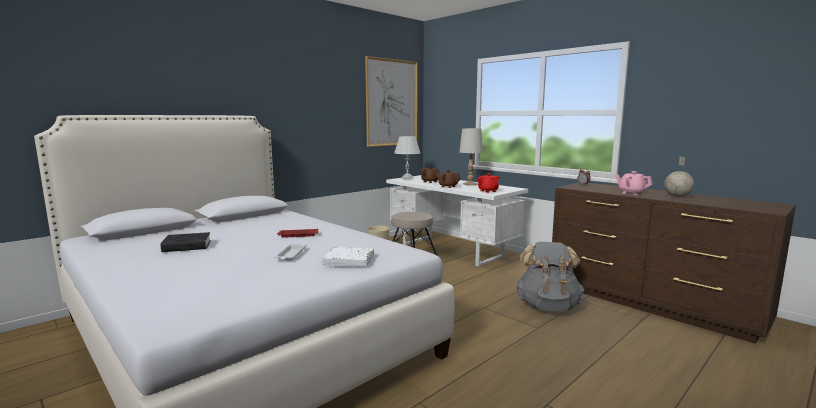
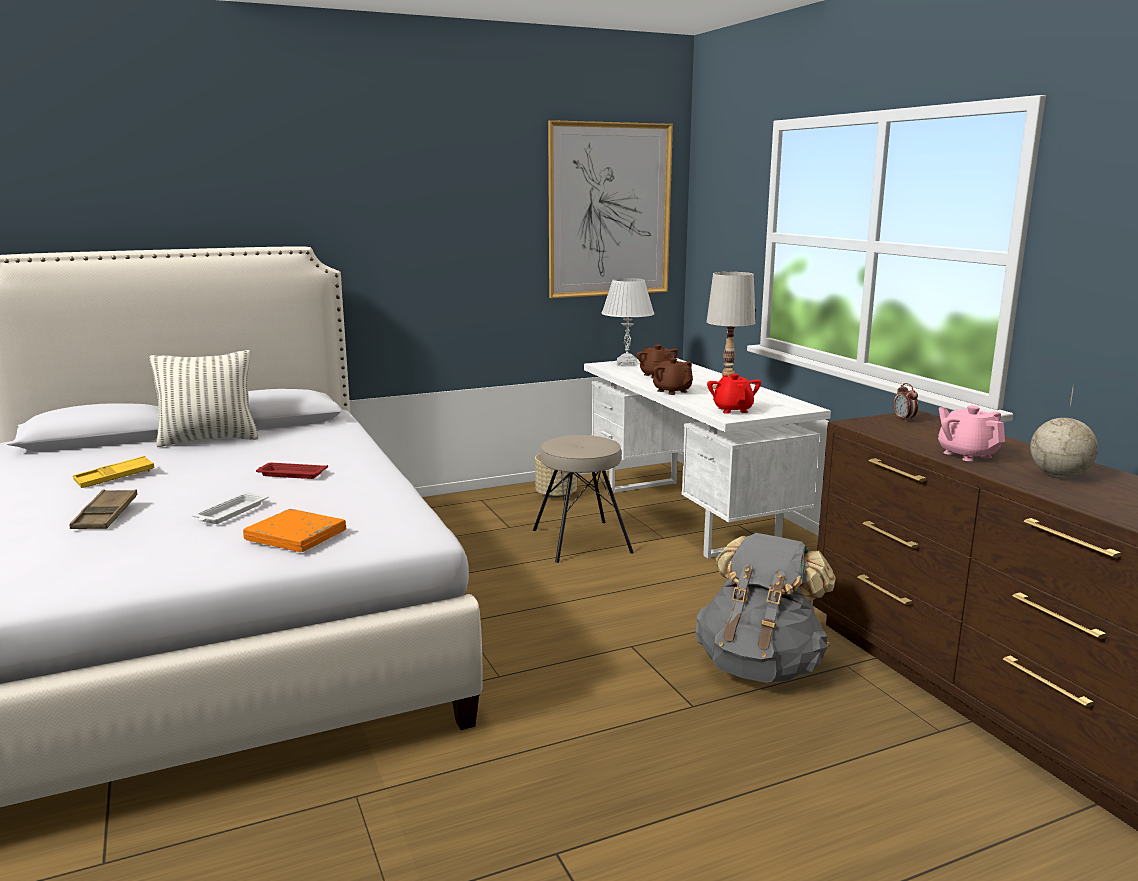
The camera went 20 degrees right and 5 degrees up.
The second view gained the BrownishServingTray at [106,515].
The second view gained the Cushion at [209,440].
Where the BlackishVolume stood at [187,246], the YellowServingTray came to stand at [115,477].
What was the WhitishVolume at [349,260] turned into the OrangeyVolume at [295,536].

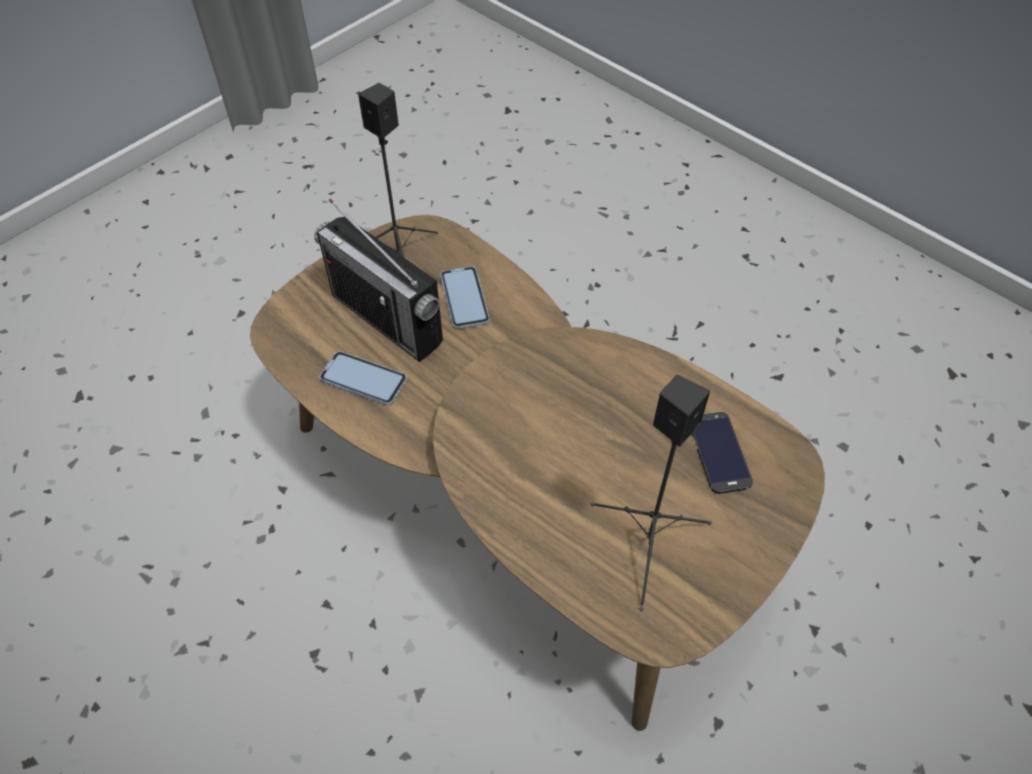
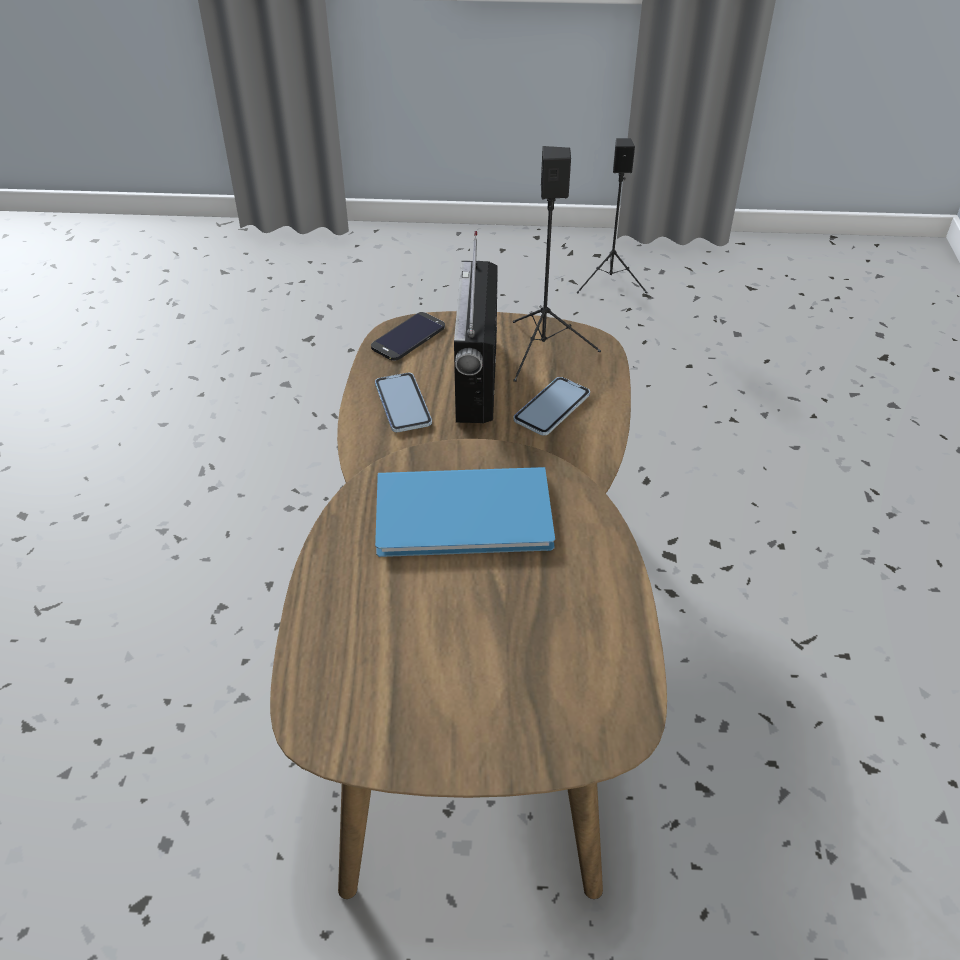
The camera went 50 degrees right and 10 degrees down.
The second view gained the BluishVolume at [468,517].
The BlackishLoudspeaker ended up elsewhere, having gone from [648,543] to [611,281].
The Phone ended up elsewhere, having gone from [719,452] to [408,337].

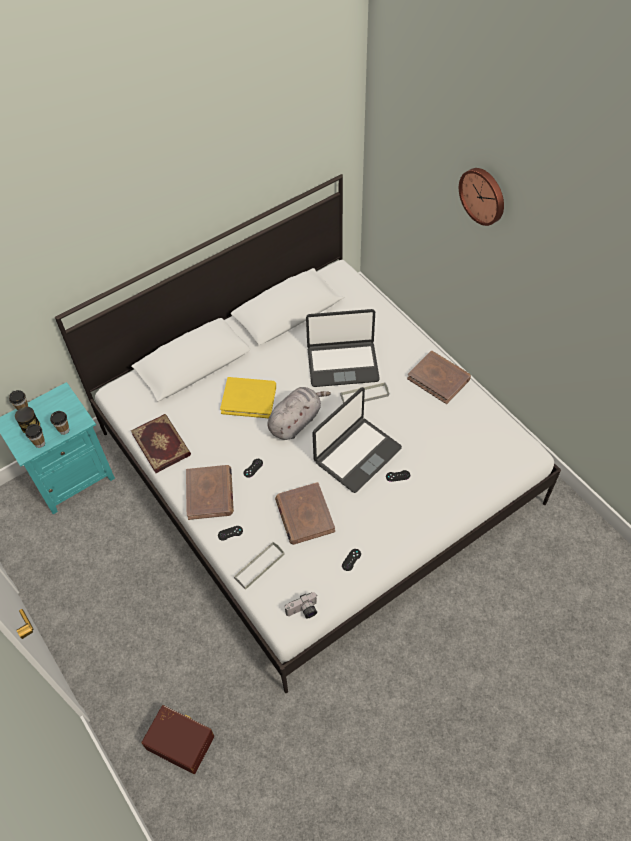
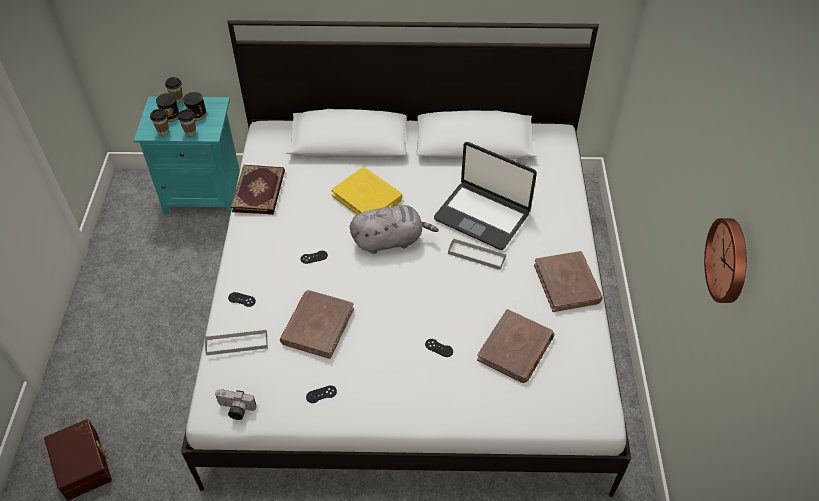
The camera went 35 degrees right and 5 degrees down.
The second view lost the Laptop at [356,454].
The second view gained the Can at [197,114].
The BrownishVolume ended up elsewhere, having gone from [210,494] to [515,348].
The HangingClock ended up elsewhere, having gone from [483,195] to [729,260].

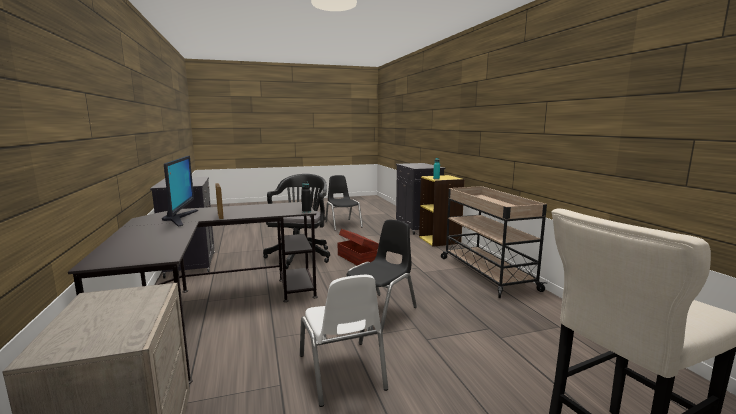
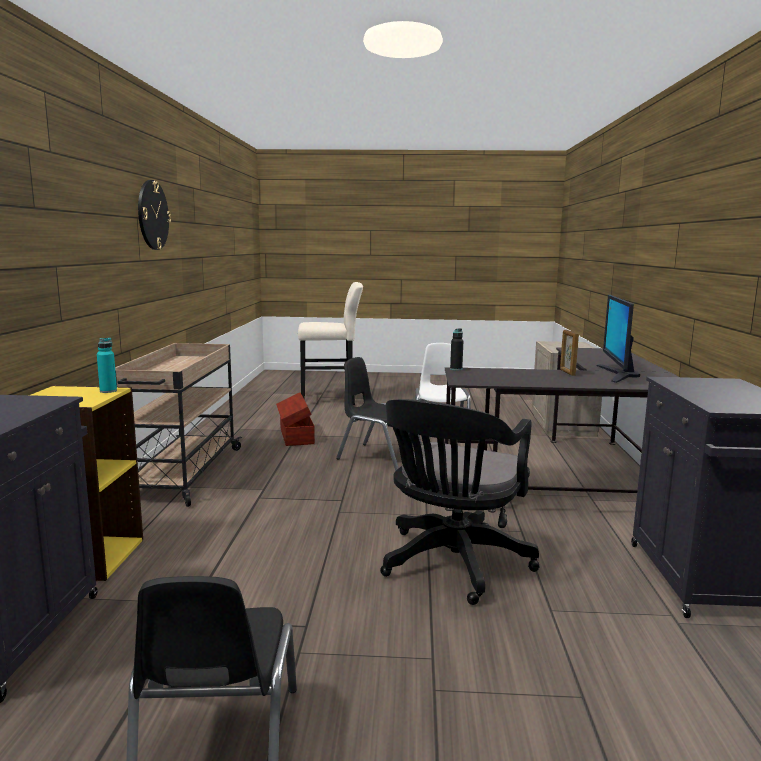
The camera went 160 degrees left and 0 degrees up.
The second view gained the HangingClock at [152,215].
The BrownishStorageBox ended up elsewhere, having gone from [357,258] to [295,436].
The BlackishPlainChair at [379,312] ended up facing another way, 60 degrees clockwise from before.

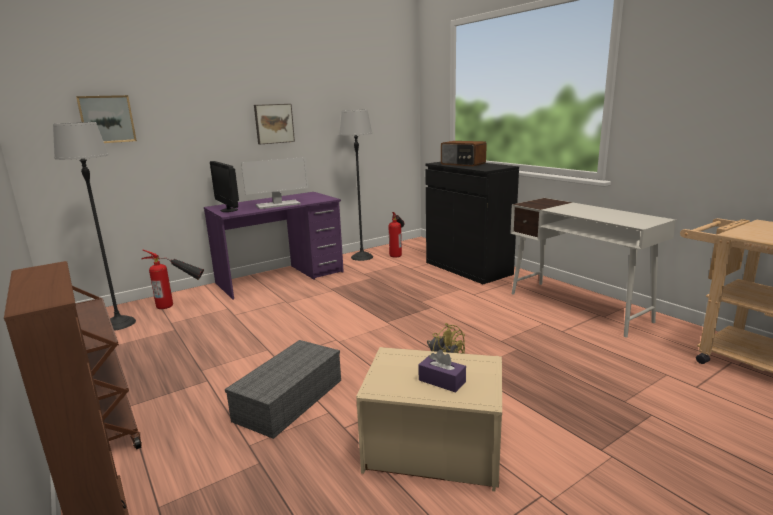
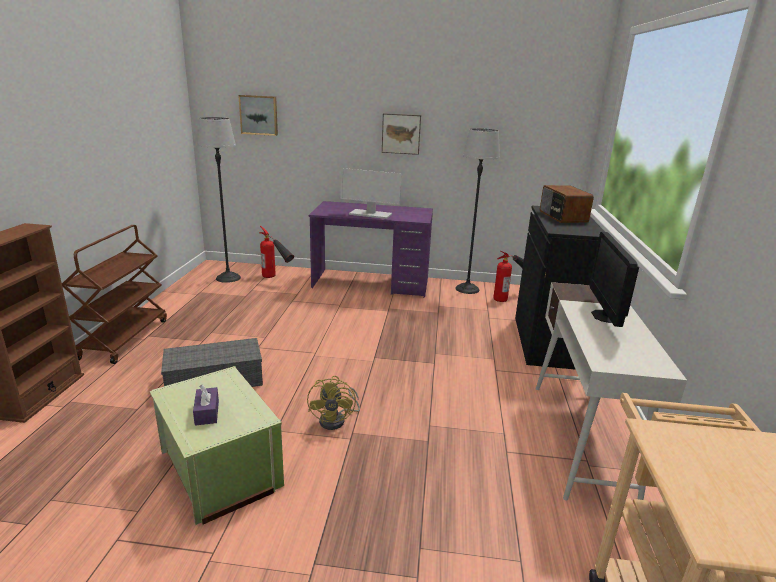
The camera went 40 degrees right and 5 degrees up.
The Monitor ended up elsewhere, having gone from [229,210] to [605,316].
What was the BeigeColouredStorageBox at [433,450] turned into the GreenColouredStorageBox at [219,470].

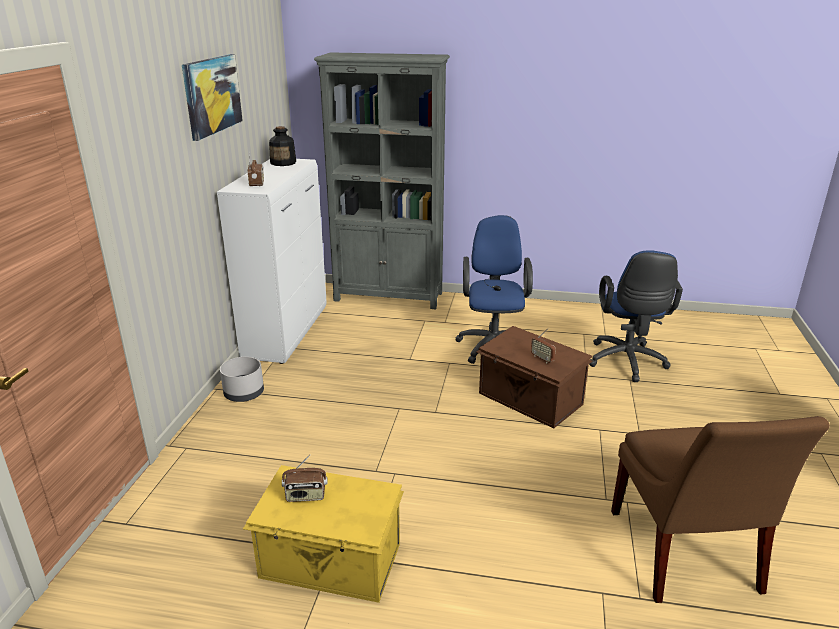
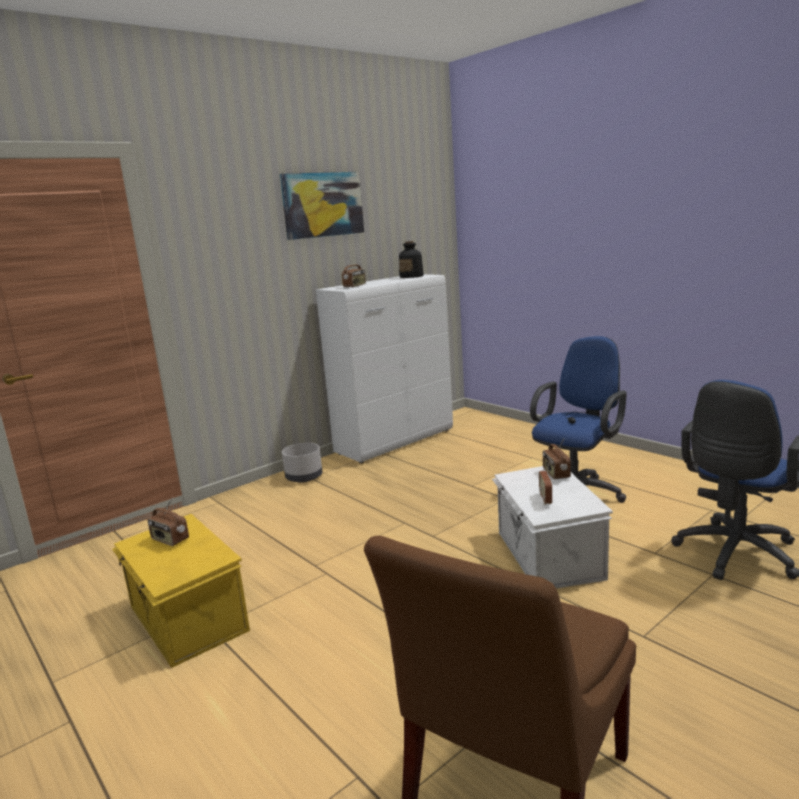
The camera went 40 degrees right and 10 degrees down.
The second view lost the GrayBookcase at [389,296].
The second view gained the RadioReceiver at [555,474].
What was the BrownishStorageBox at [530,399] turned into the WhitishStorageBox at [547,555].

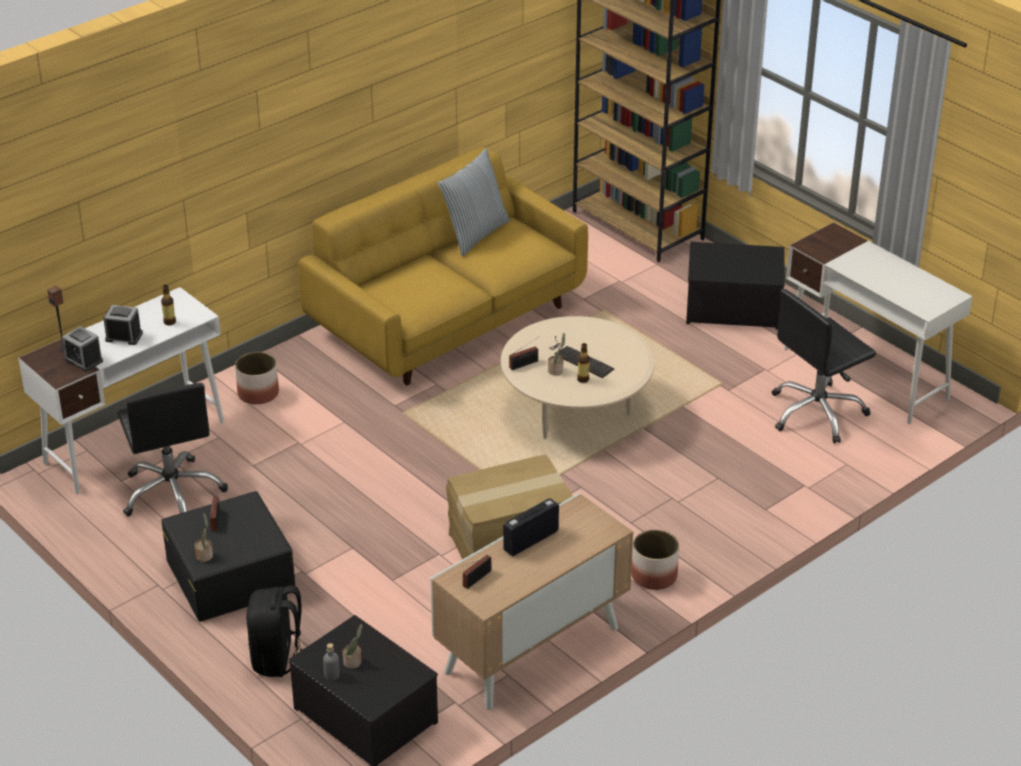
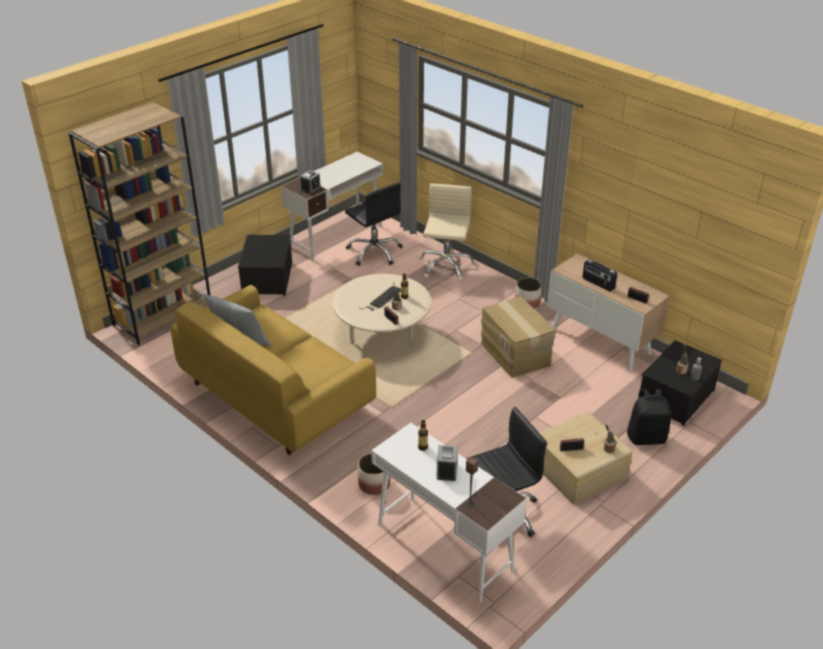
The camera went 95 degrees left and 0 degrees up.
The second view gained the BeigeColouredComputerChair at [445,266].
The TableClock ended up elsewhere, having gone from [83,360] to [310,189].
What was the BlackishStorageBox at [230,574] turned into the BeigeColouredStorageBox at [578,470].

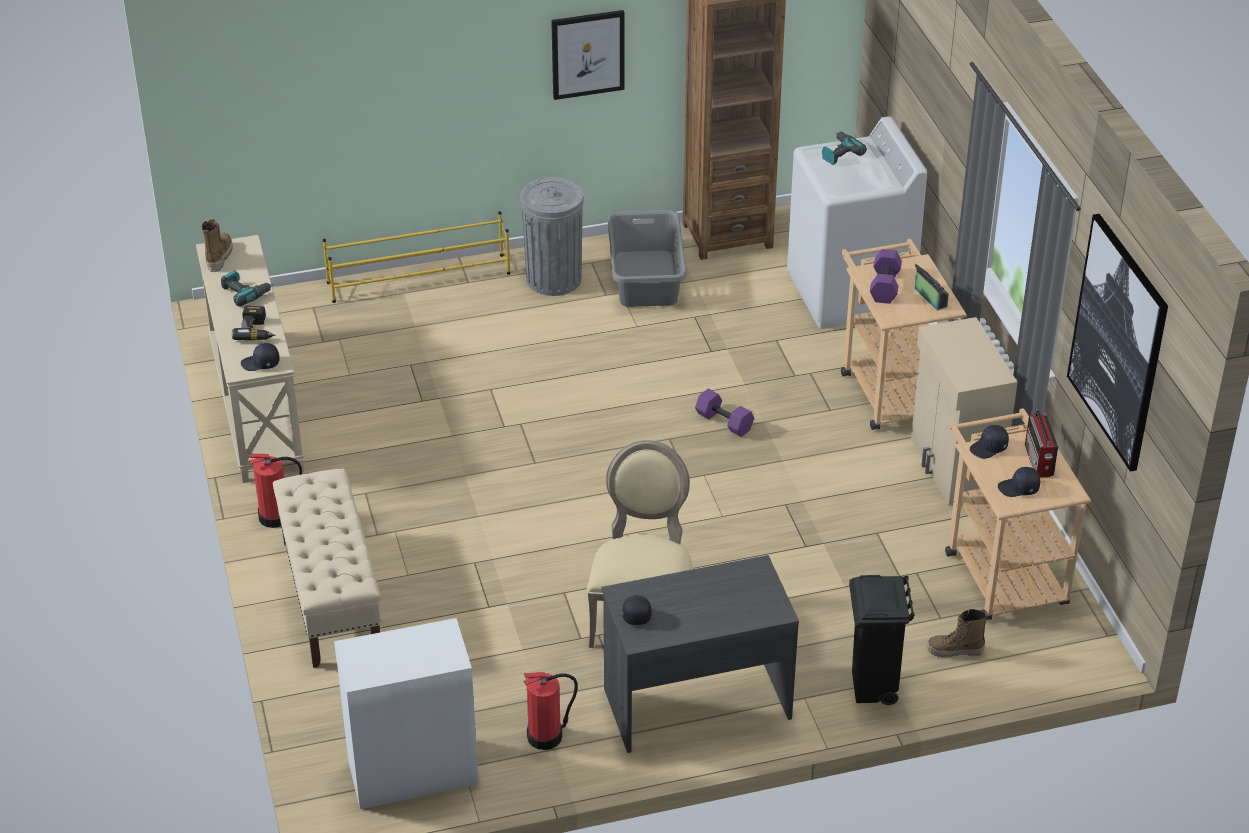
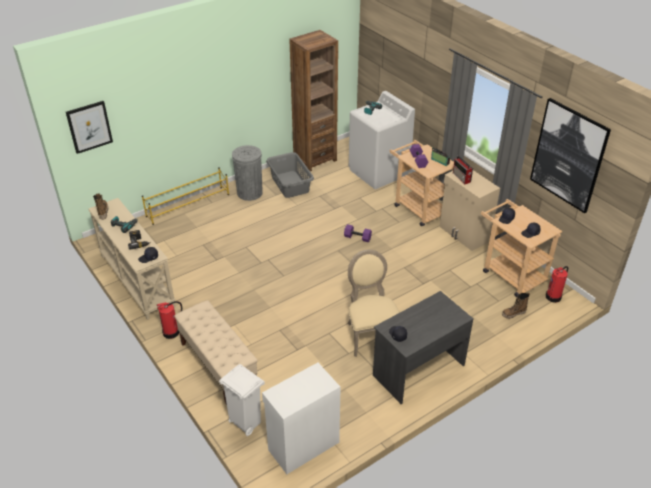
The camera went 20 degrees left and 0 degrees up.
The second view lost the BlackishTrashCan at [873,688].
The second view gained the WhitishTrashCan at [245,423].
The FireFightingCylinder ended up elsewhere, having gone from [546,736] to [554,296].
The WallPicture ended up elsewhere, having gone from [587,54] to [89,126].
The RadioReceiver ended up elsewhere, having gone from [1038,461] to [461,178].

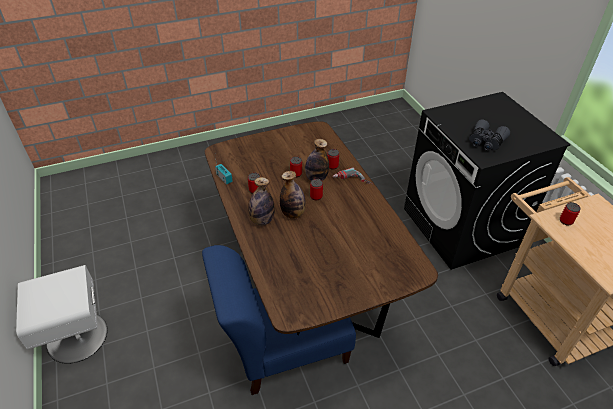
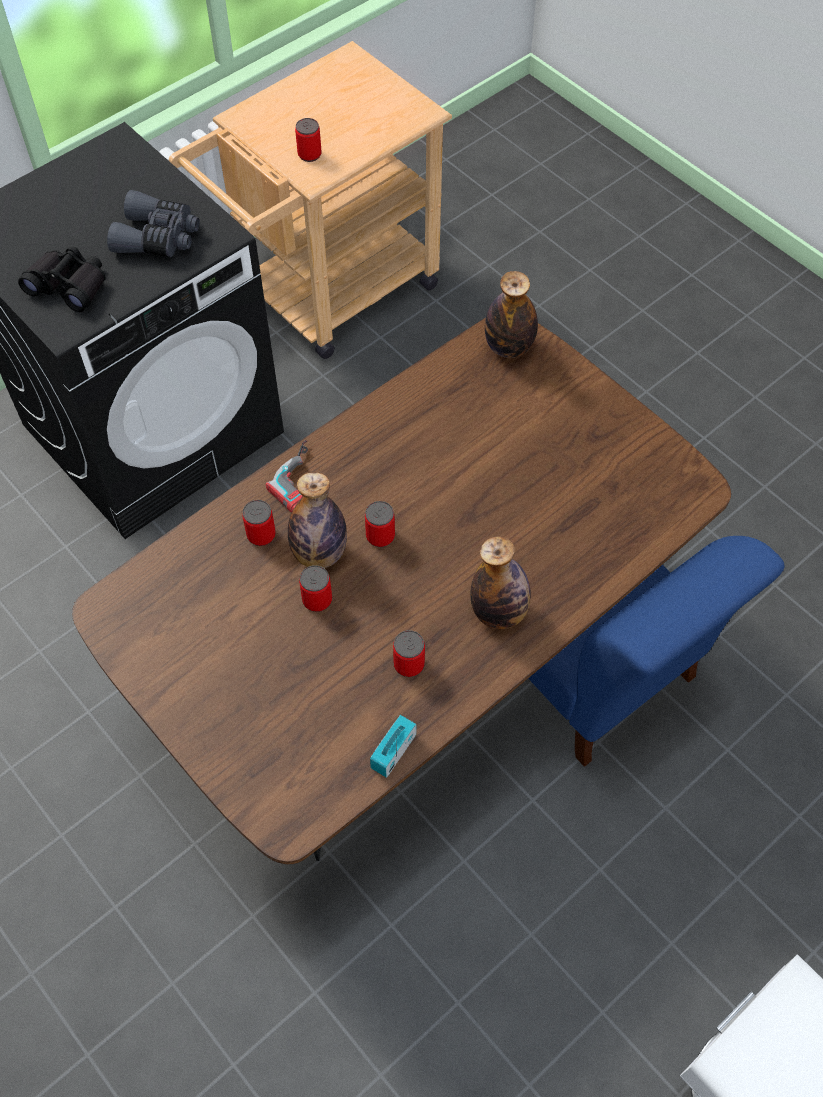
The camera went 110 degrees left and 15 degrees up.
The second view gained the BlackishBinoculars at [69,285].
The BeverageBottle ended up elsewhere, having gone from [293,213] to [509,347].

